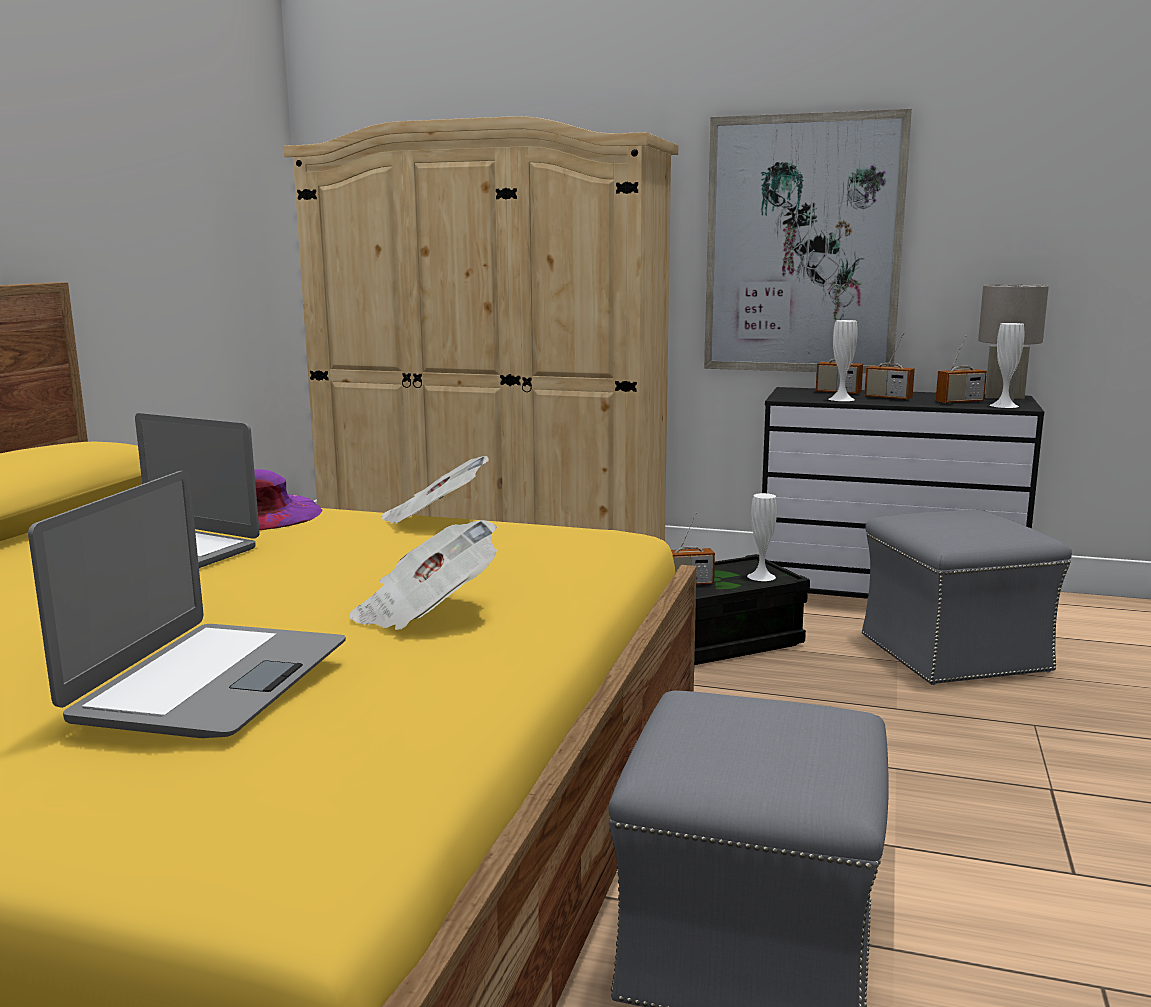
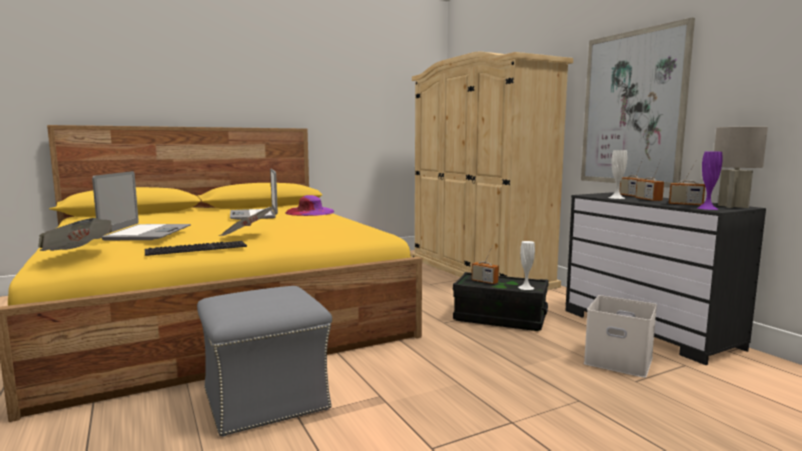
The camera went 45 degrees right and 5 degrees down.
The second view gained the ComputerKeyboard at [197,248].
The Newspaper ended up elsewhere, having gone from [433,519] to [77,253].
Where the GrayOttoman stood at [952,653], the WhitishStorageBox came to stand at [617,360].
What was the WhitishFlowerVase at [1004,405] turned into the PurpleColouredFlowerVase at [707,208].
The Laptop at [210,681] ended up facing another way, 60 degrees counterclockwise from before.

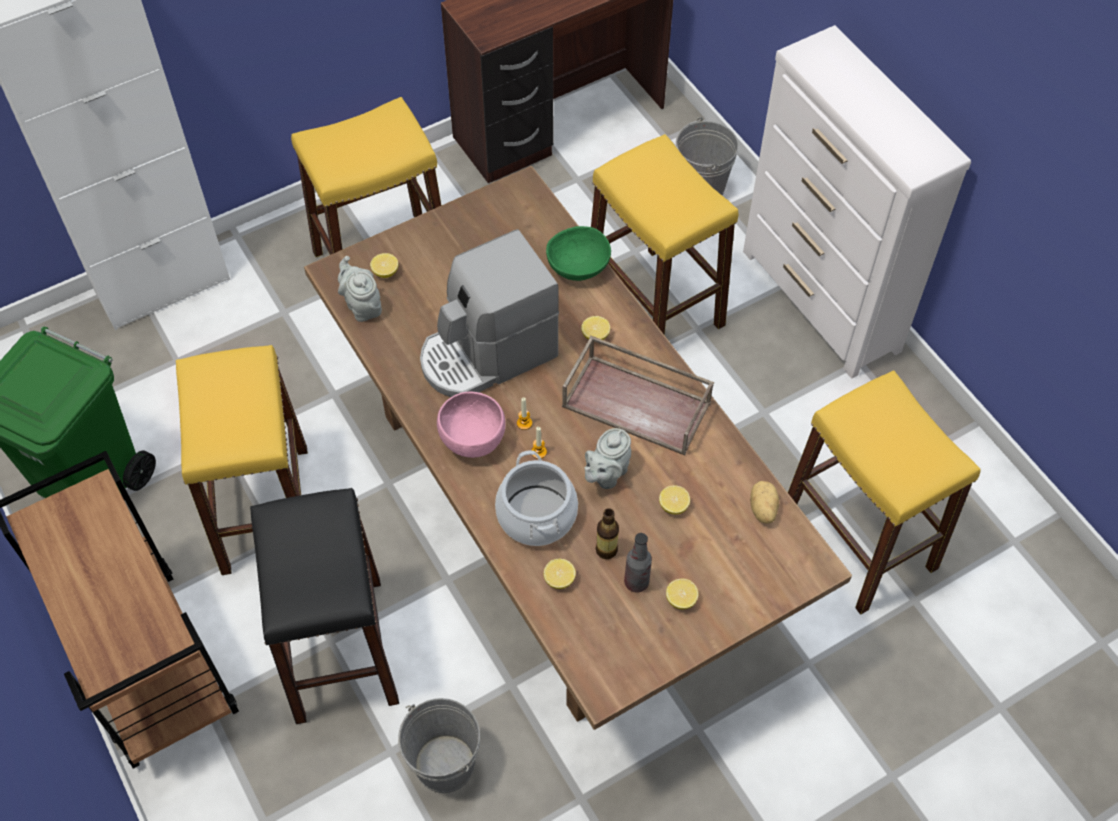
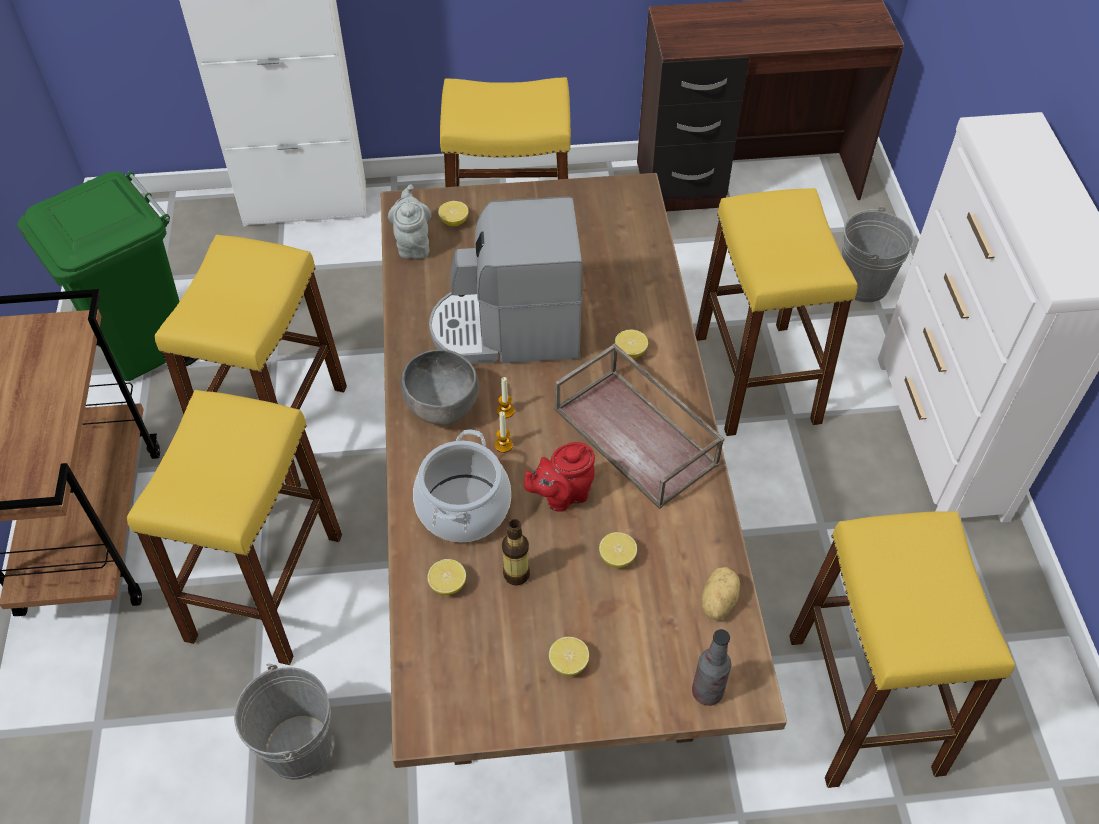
The camera went 25 degrees right and 5 degrees down.
The second view lost the GreenColouredBowl at [577,267].
The BeverageBottle ended up elsewhere, having gone from [636,582] to [707,692].
What was the BlackishStool at [339,649] turned into the YellowStool at [265,586].
What was the PinkishBowl at [473,441] turned into the GrayBowl at [443,409].
What was the GrayTeaPot at [606,474] turned into the RedTeaPot at [562,495].

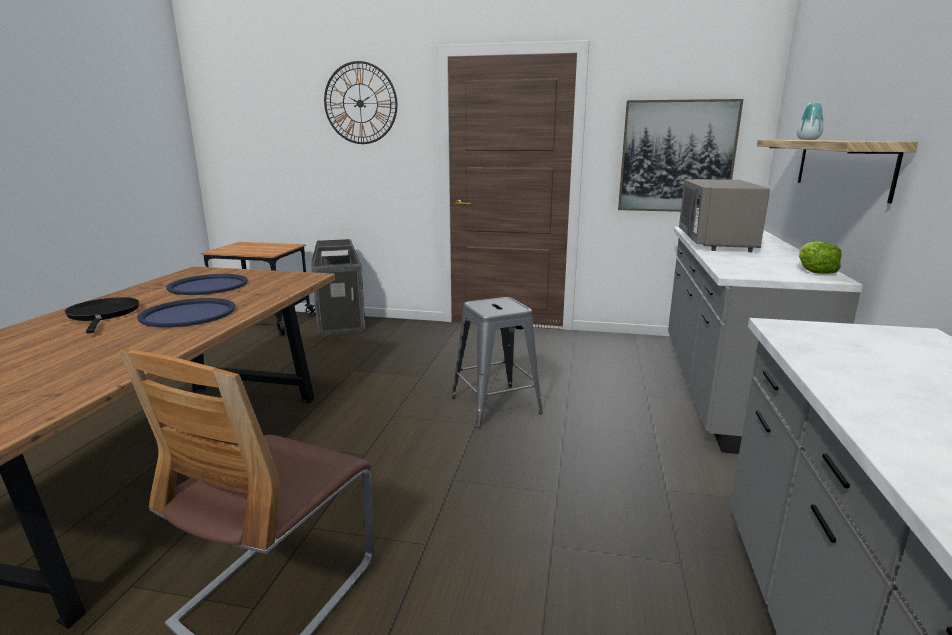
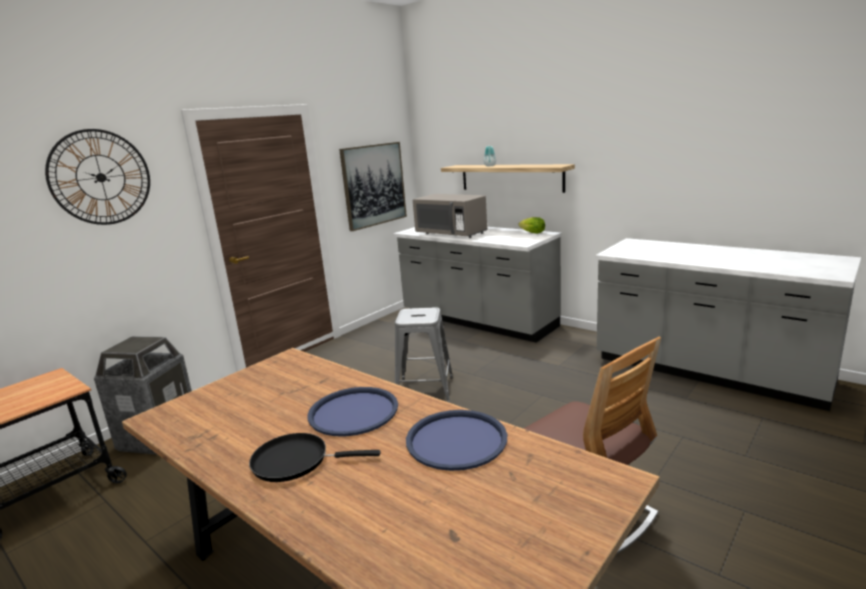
The camera went 60 degrees left and 0 degrees up.
The BluishServingTray ended up elsewhere, having gone from [208,286] to [456,440].

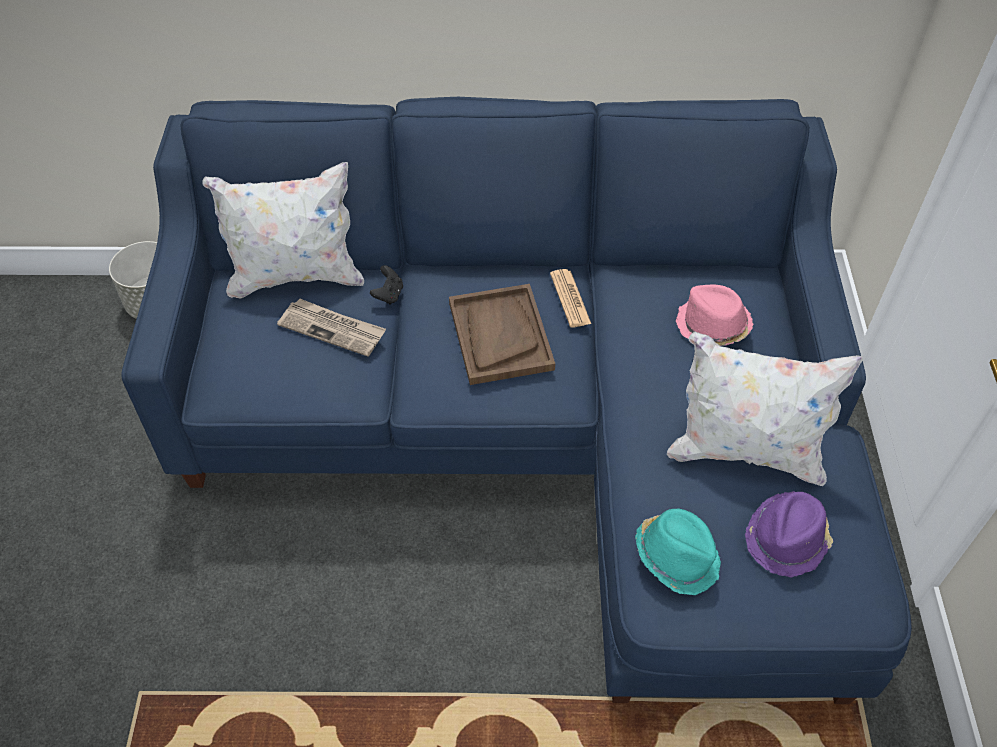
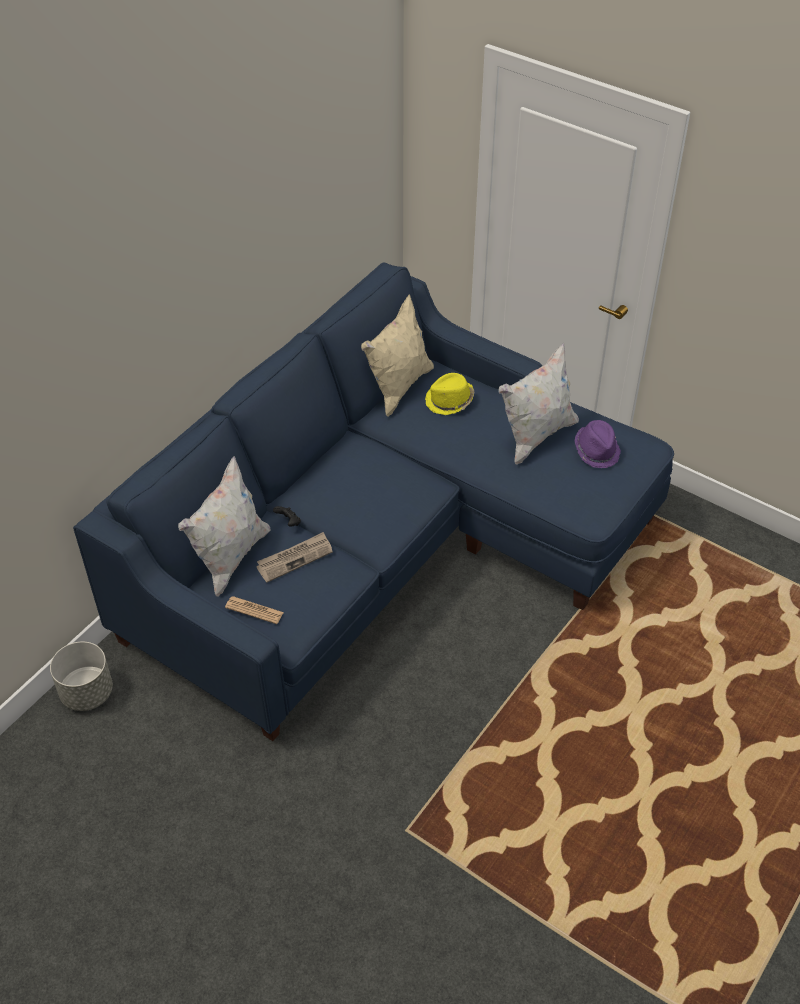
The camera went 55 degrees left and 5 degrees down.
The second view lost the BrownishServingTray at [500,336].
The second view lost the TurquoiseColouredClothingHat at [677,556].
The second view gained the BeigeColouredCushion at [398,387].
The Newspaper ended up elsewhere, having gone from [570,299] to [254,610].
What was the PinkishClothingHat at [712,326] turned into the YellowClothingHat at [449,401].

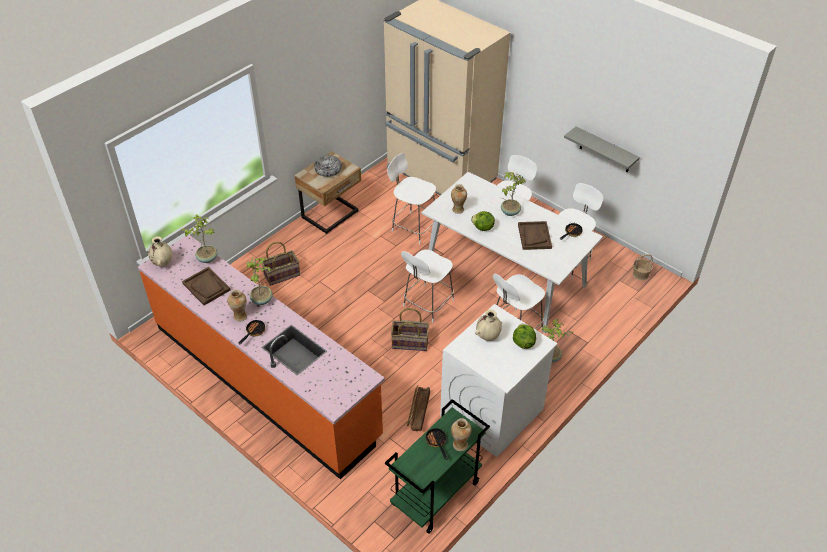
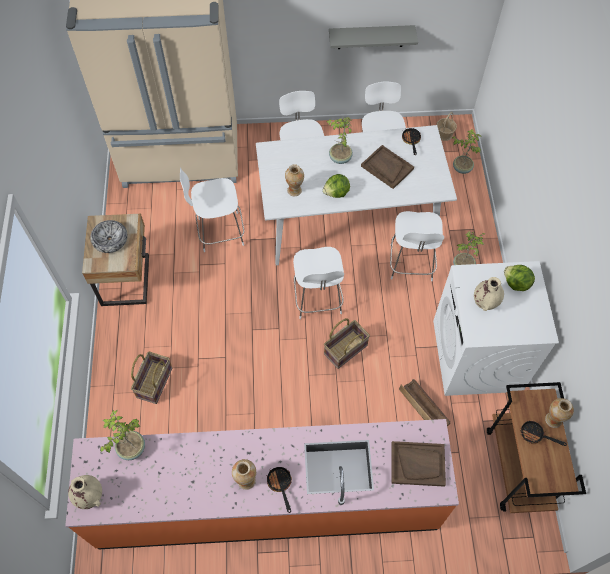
The camera went 45 degrees left and 15 degrees up.
The BrownishServingTray ended up elsewhere, having gone from [206,287] to [418,464].
The Houseplant ended up elsewhere, having gone from [262,300] to [462,168].
What was the GreenColouredWheeledCart at [436,495] turned into the BrownishWheeledCart at [519,468].

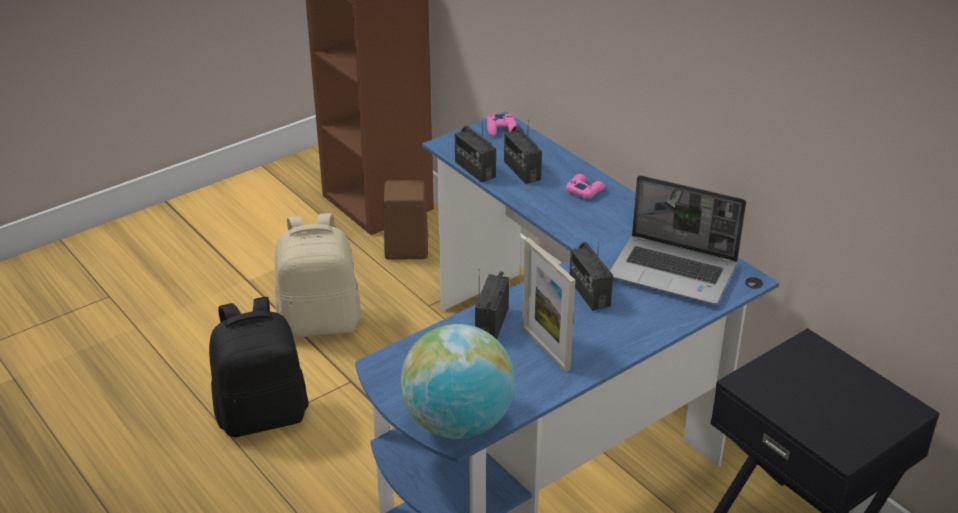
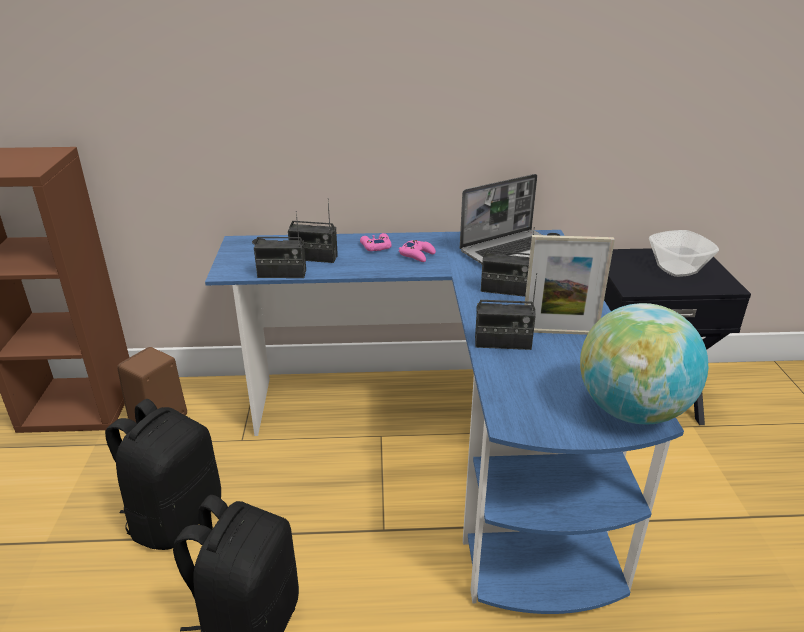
The camera went 55 degrees left and 5 degrees down.
The second view gained the Bowl at [678,269].
The PinkishJoypad ended up elsewhere, having gone from [501,129] to [417,255].
What was the BeigeColouredKnapsack at [320,322] turned into the BlackishKnapsack at [175,517].
The RadioReceiver at [491,323] ended up facing another way, 45 degrees counterclockwise from before.

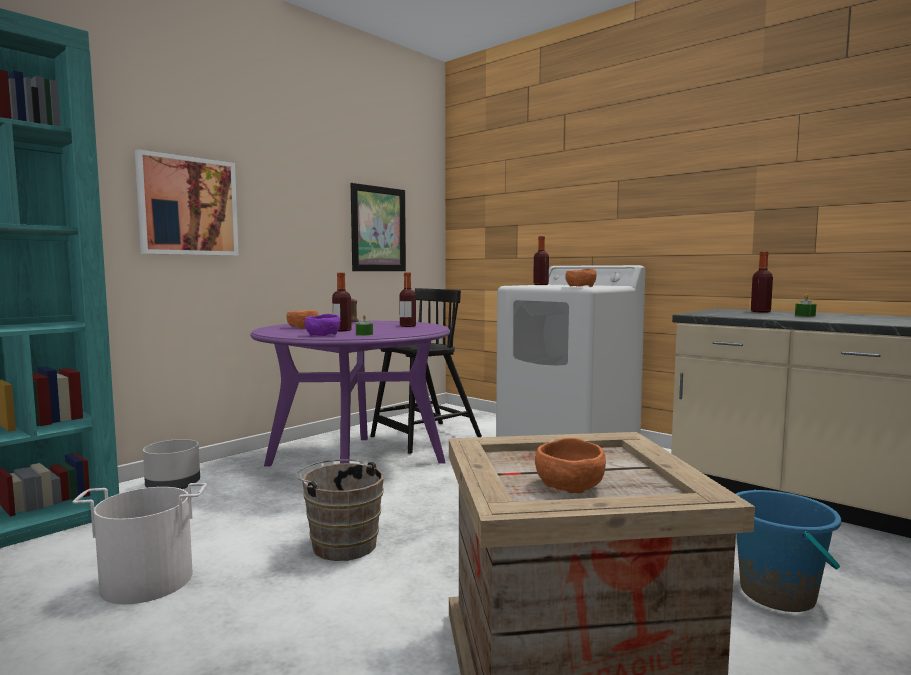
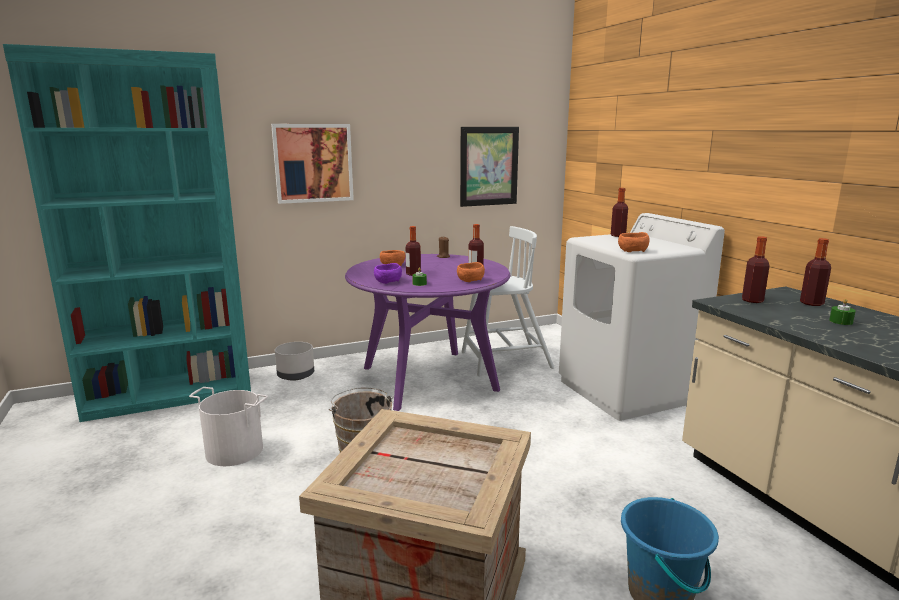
The camera went 25 degrees right and 10 degrees up.
The second view gained the BeverageBottle at [752,300].
The OrangeyBowl ended up elsewhere, having gone from [570,486] to [470,280].
What was the BlackishPlainChair at [424,437] turned into the WhitishPlainChair at [504,360].

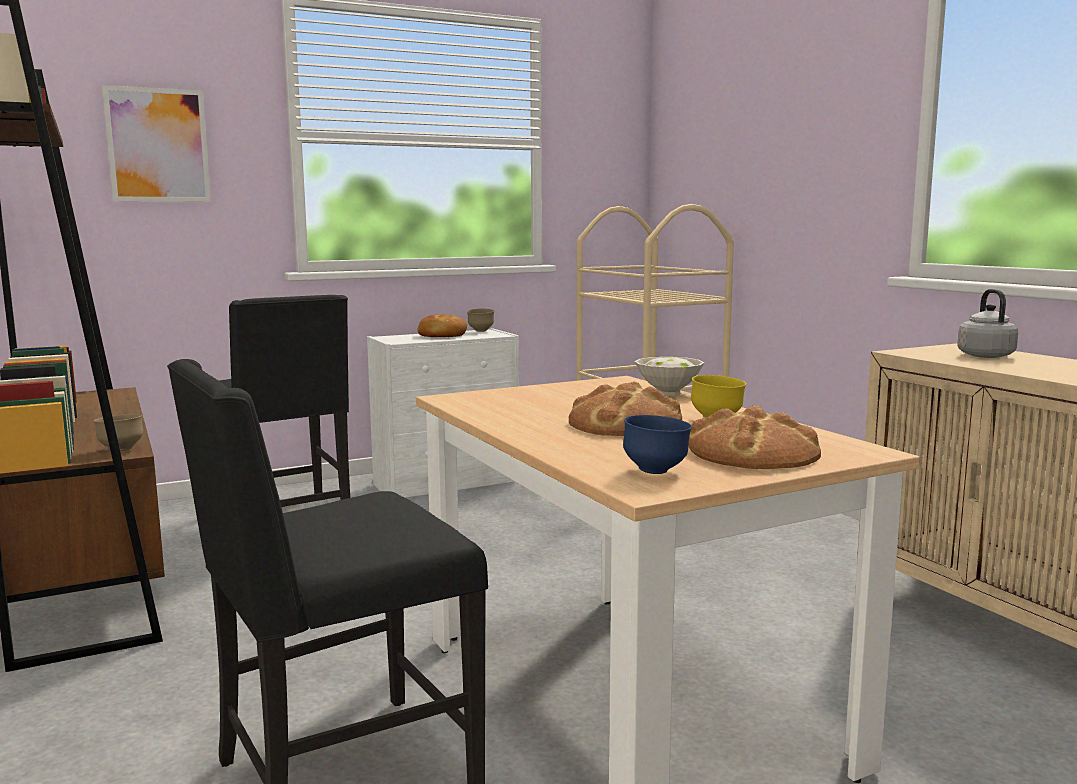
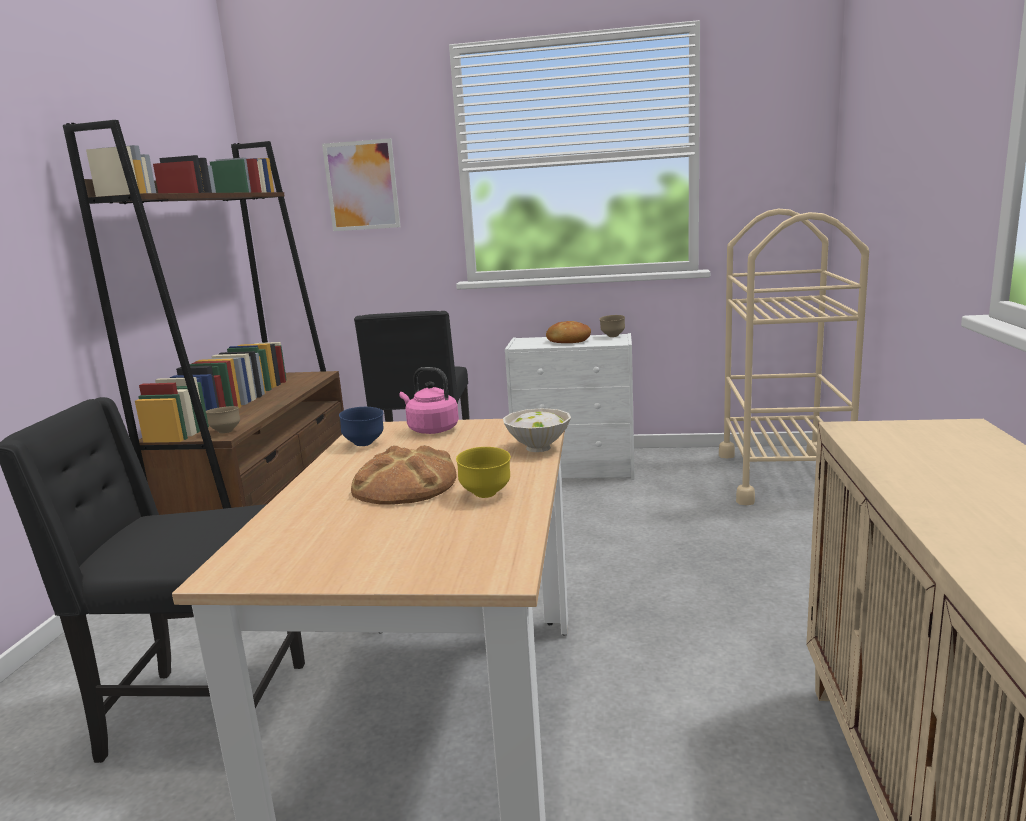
The camera went 35 degrees right and 5 degrees up.
The second view lost the BakeryBread at [752,453].
The second view lost the GrayTeaKettle at [984,355].
The second view gained the PinkishTeaKettle at [431,429].
The BluishBowl ended up elsewhere, having gone from [656,471] to [364,444].

